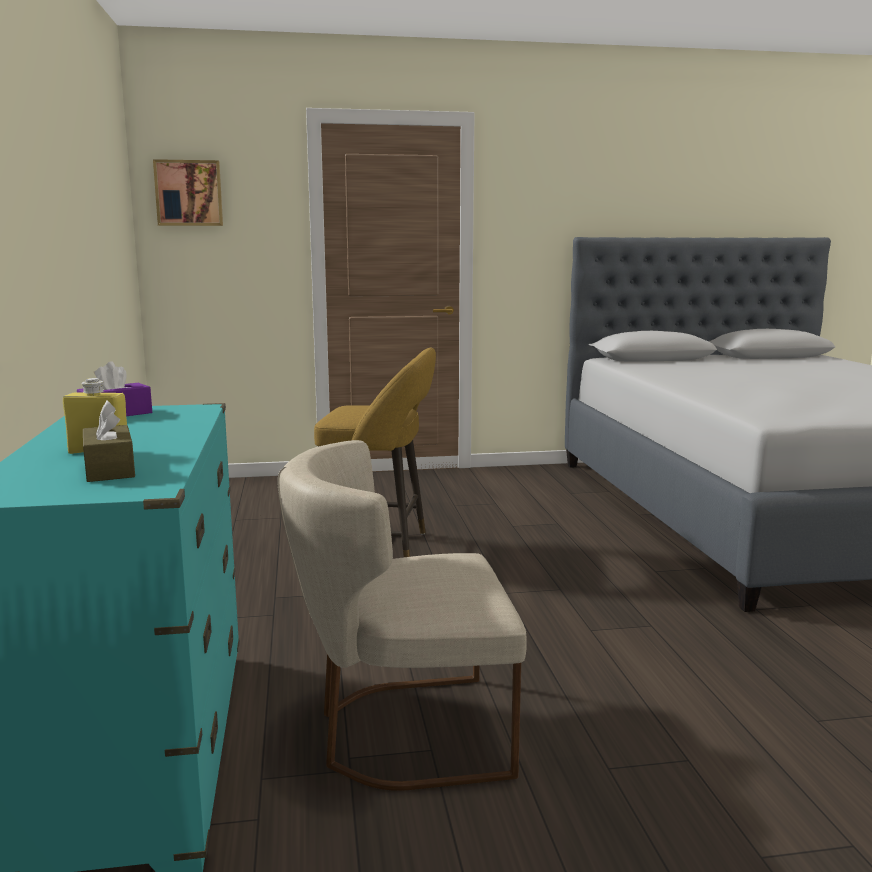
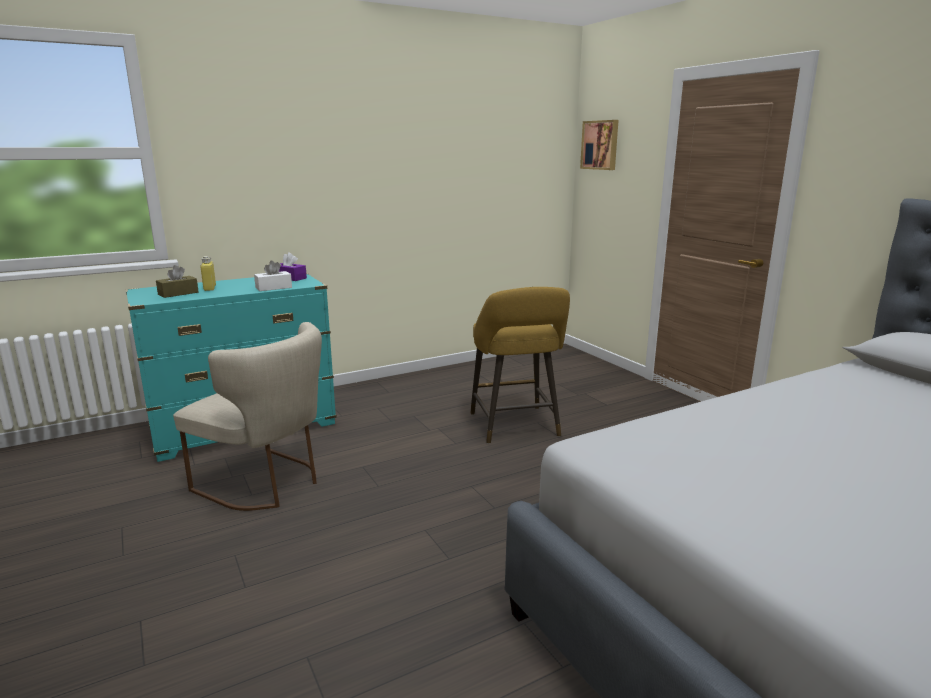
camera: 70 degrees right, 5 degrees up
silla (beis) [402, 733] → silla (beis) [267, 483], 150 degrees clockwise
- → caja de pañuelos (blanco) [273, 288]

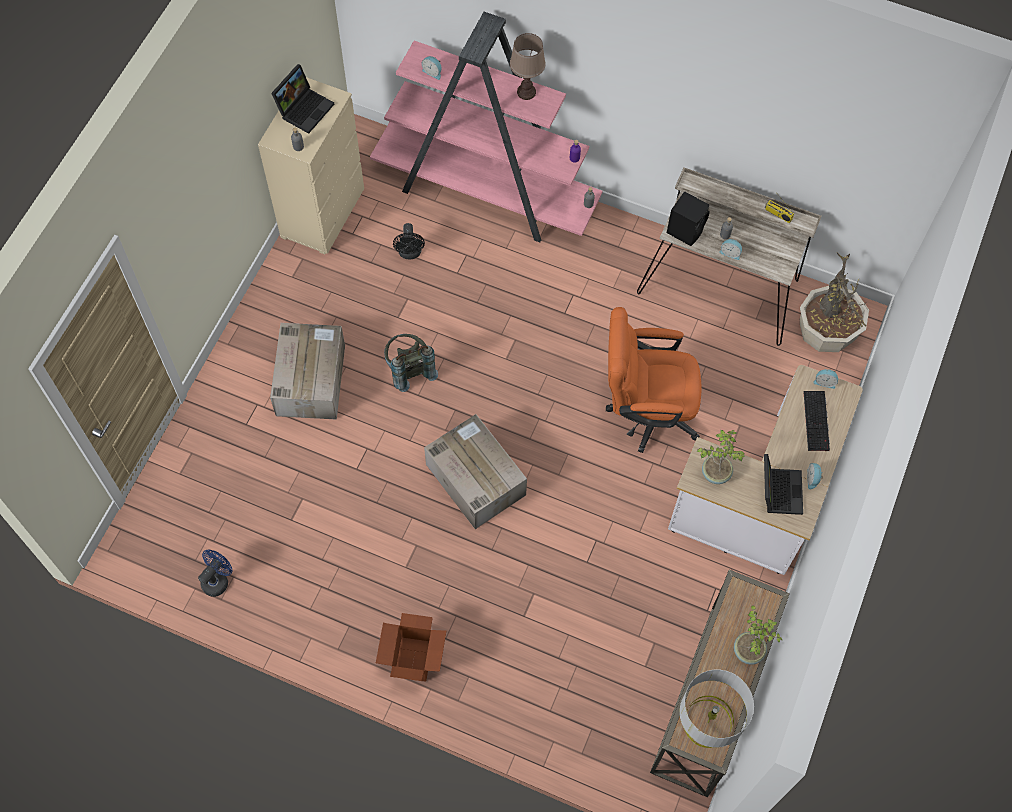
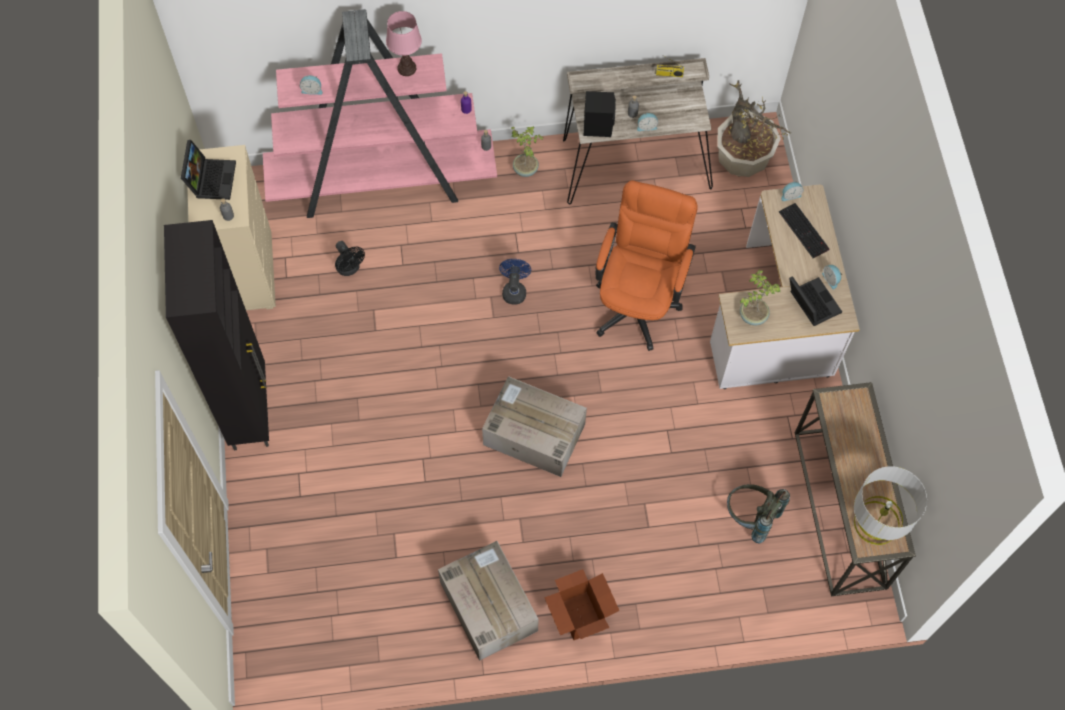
camera: 30 degrees left, 0 degrees up
lámpara de mesa (marrón) [526, 92] → lámpara de mesa (rosa) [406, 68]
silla de oficina (naranja) [645, 411] → silla de oficina (naranja) [638, 300], 135 degrees clockwise
caja de cartón [310, 379] → caja de cartón [487, 605], moved
mochila (gris) [409, 369] → mochila (gris) [750, 518], moved
ventilador (azul) [217, 580] → ventilador (azul) [514, 290], moved
planta en maceta [749, 650] → planta en maceta [526, 169], moved
- → armario (negro) [250, 409]

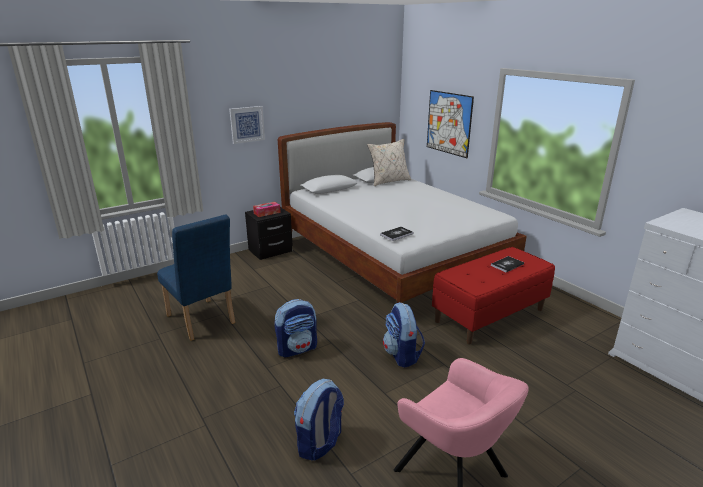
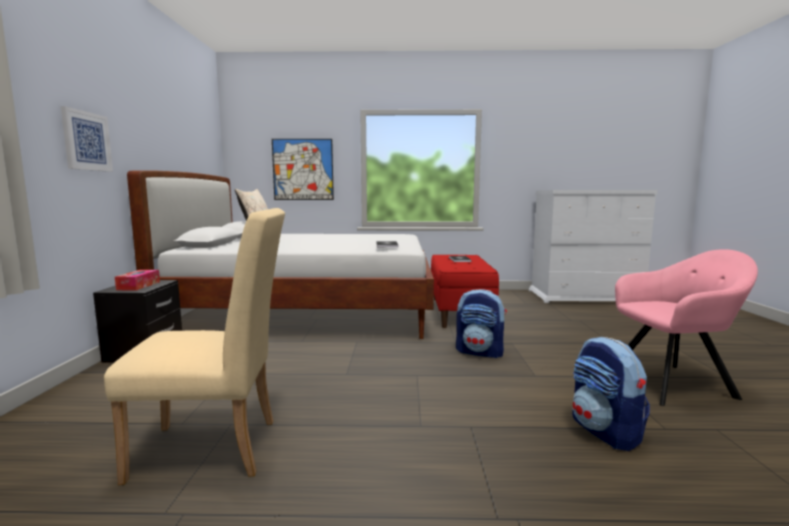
camera: 55 degrees left, 15 degrees down
silla (azul) [202, 322] → silla (beis) [217, 449]
mochila [297, 348] → -

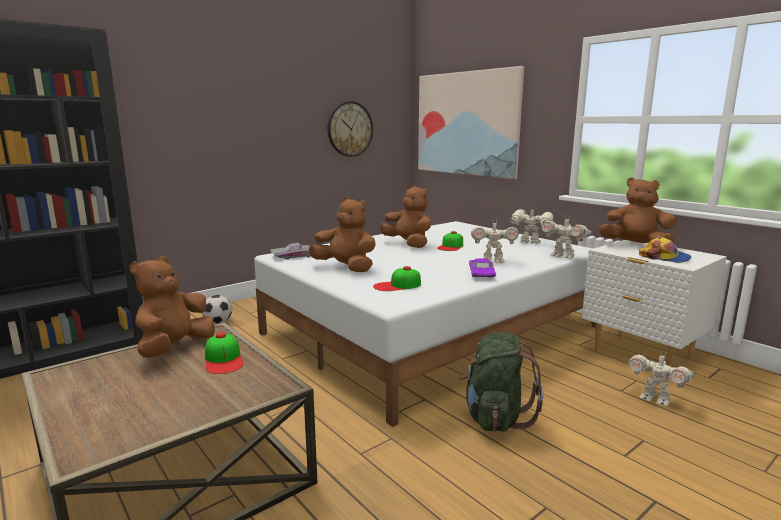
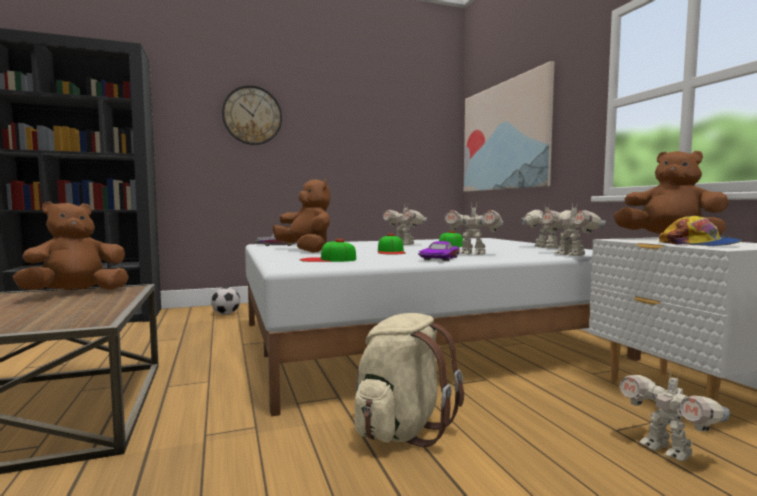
camera: 20 degrees right, 10 degrees down
reloj de pared [350, 129] → reloj de pared [252, 115], moved
peluche (marrón) [408, 244] → robot de juguete [404, 244]
mochila (verde) [495, 417] → mochila (beis) [401, 429]
gorra [224, 359] → gorra [391, 252], moved

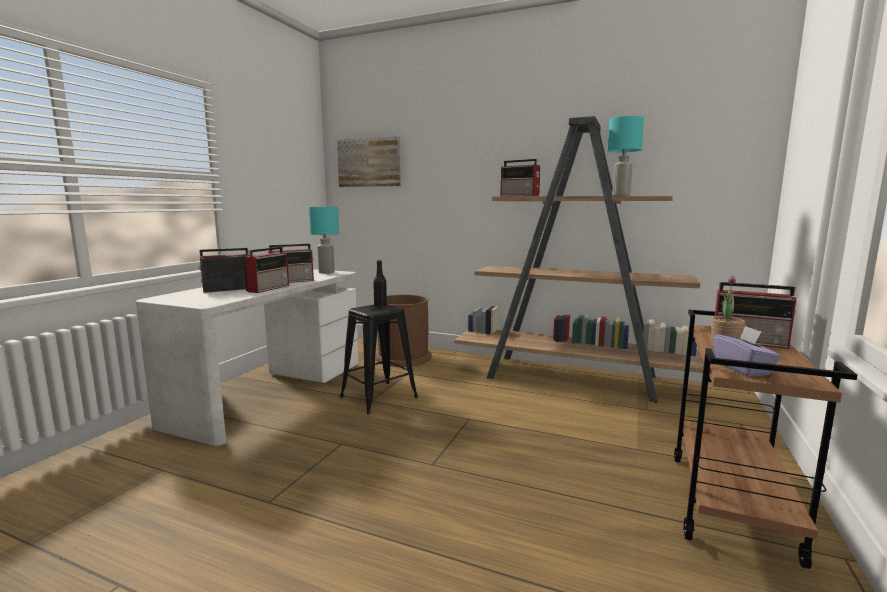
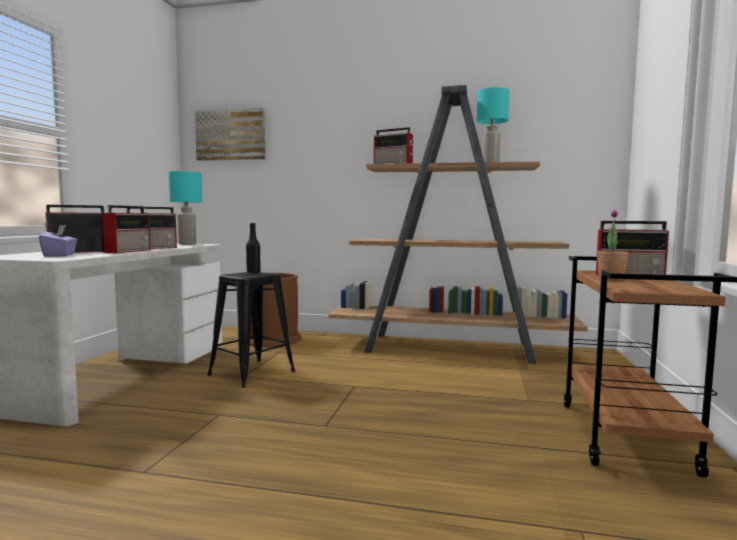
camera: 10 degrees left, 5 degrees down
caja de pañuelos (morado) [742, 368] → caja de pañuelos (morado) [60, 255], moved

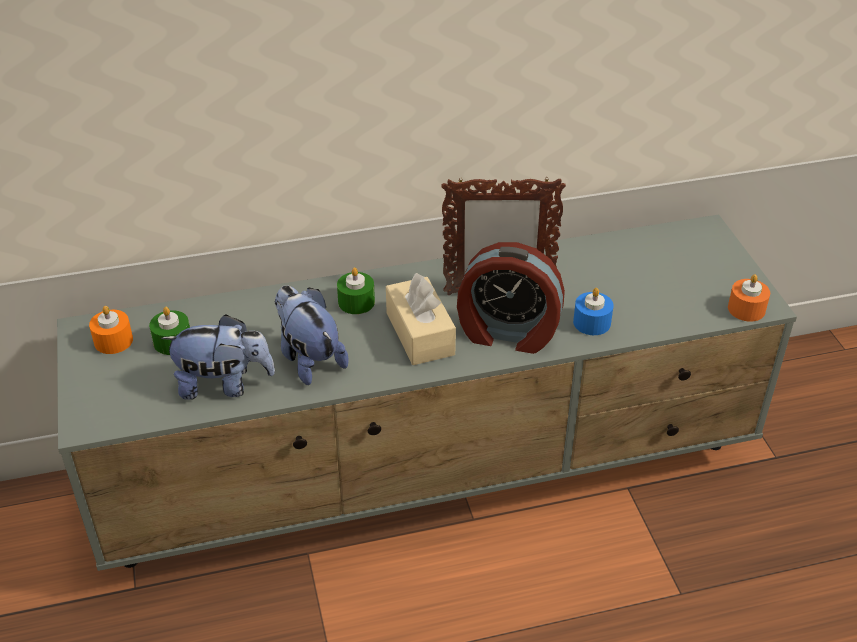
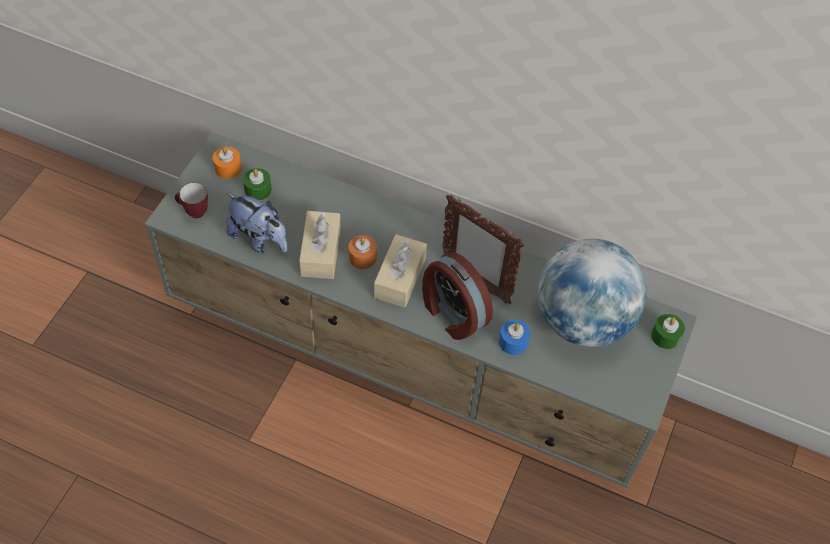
camera: 35 degrees right, 15 degrees up
vela (verde) [356, 302] → vela (verde) [665, 336], moved
vela (naranja) [746, 309] → vela (naranja) [362, 257], moved
peluche [309, 358] → caja de pañuelos (beis) [320, 252]
- → taza grande [193, 212]
- → globo terráqueo [582, 320]

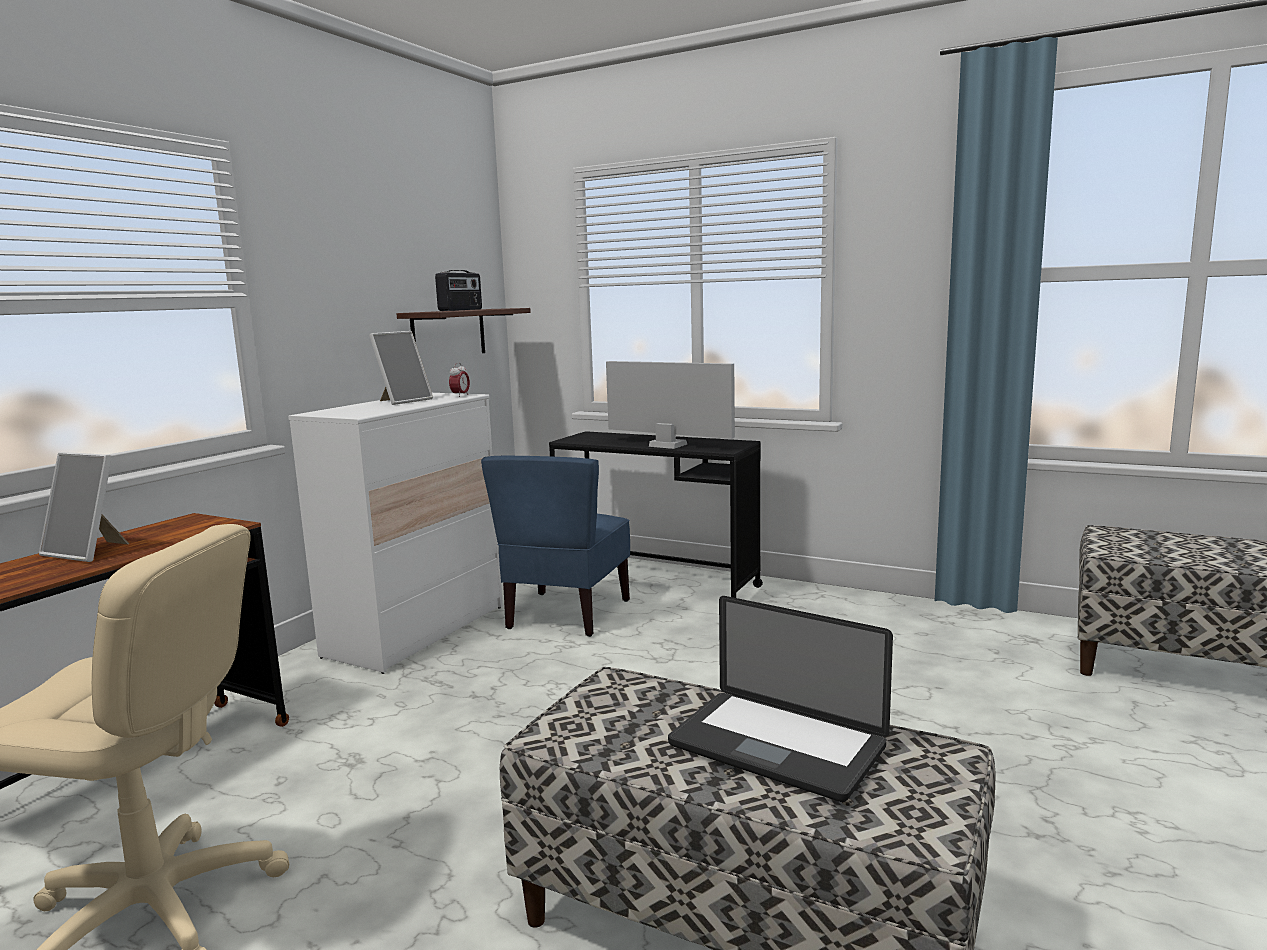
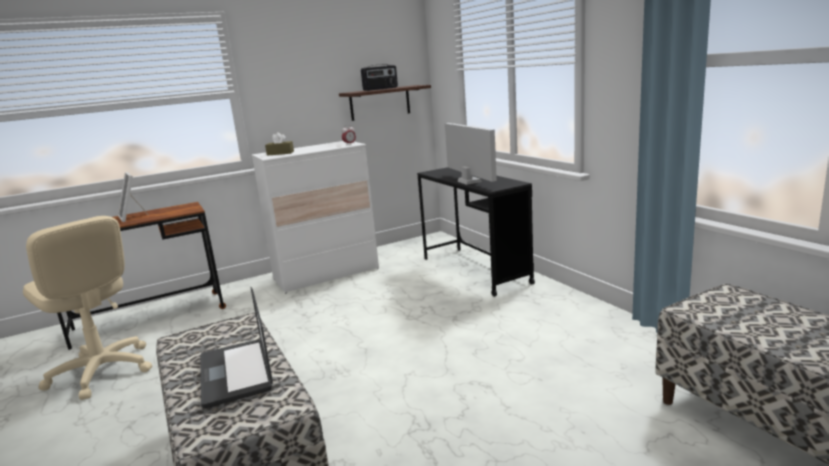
camera: 35 degrees right, 5 degrees up
portarretratos [403, 401] → -
silla (azul) [567, 614] → -
- → caja de pañuelos (marrón) [280, 153]

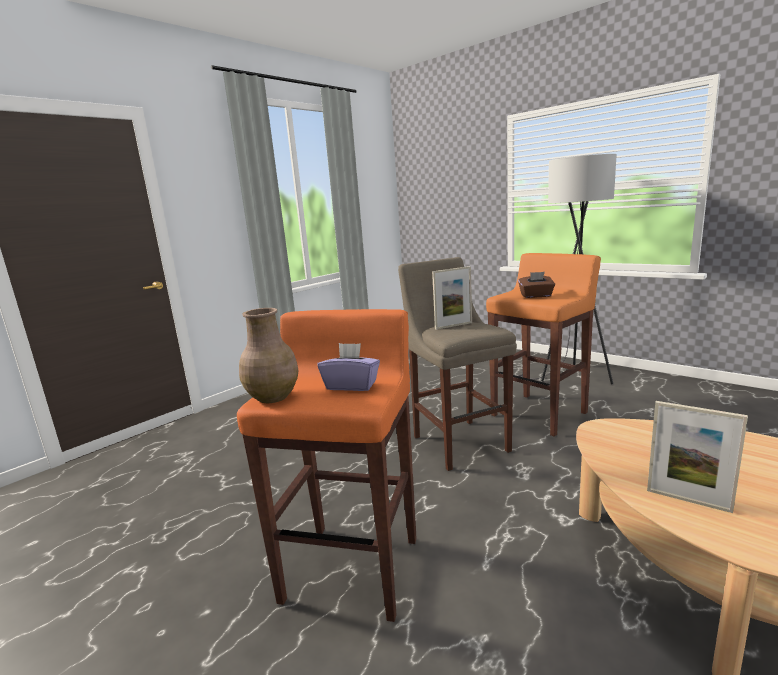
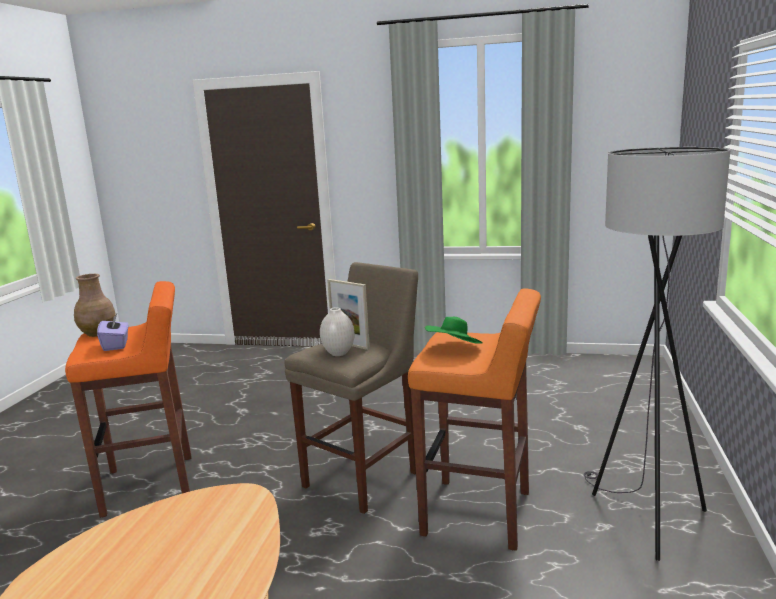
camera: 60 degrees right, 0 degrees up
caja de pañuelos (marrón) [536, 296] → sombrero (verde) [454, 349]
portarretratos [688, 500] → -
- → florero (blanco) [339, 353]

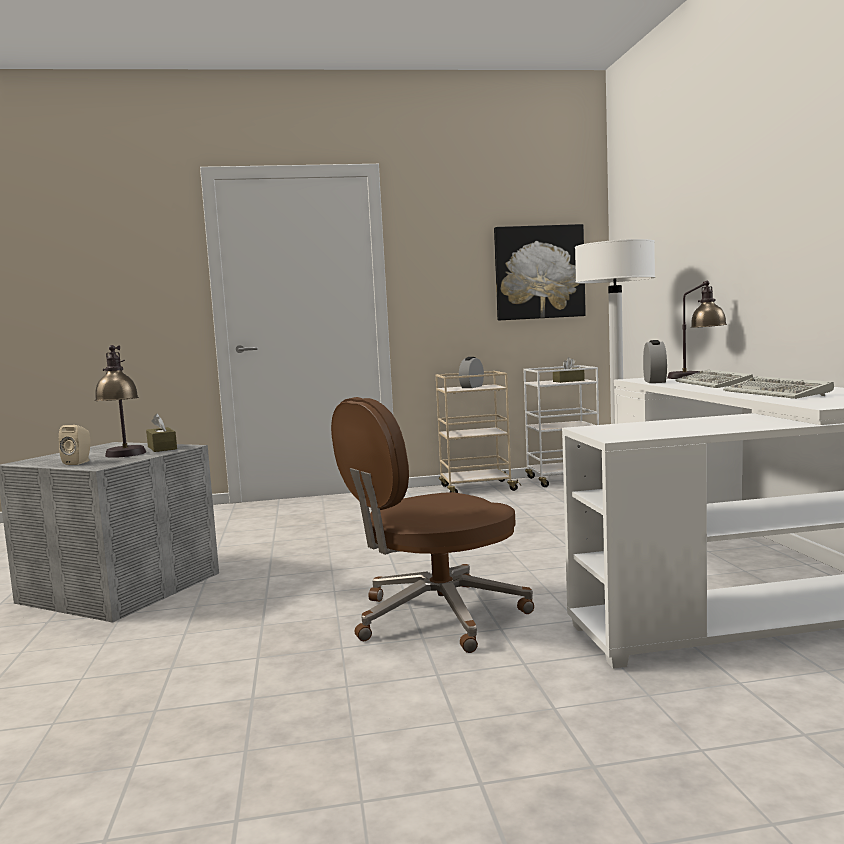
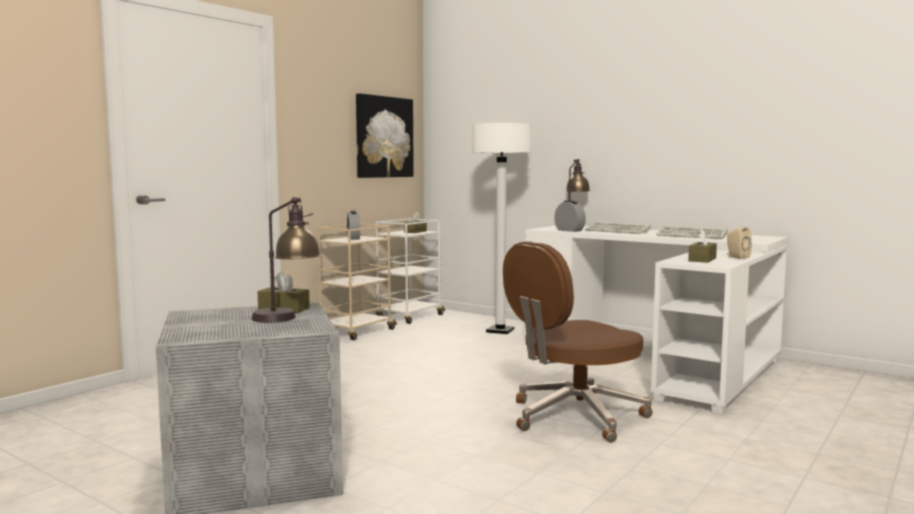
camera: 45 degrees left, 0 degrees up
silla de oficina (marrón) [436, 617] → silla de oficina (marrón) [574, 417], 45 degrees clockwise
altavoz (beis) [79, 462] → altavoz (beis) [736, 257], moved
- → caja de pañuelos (marrón) [702, 260]

